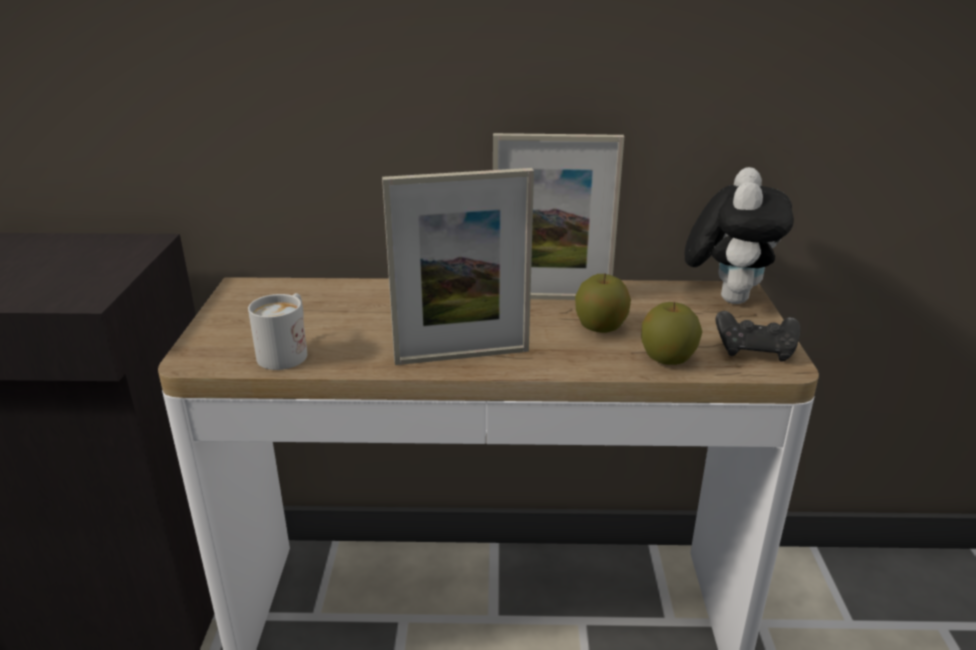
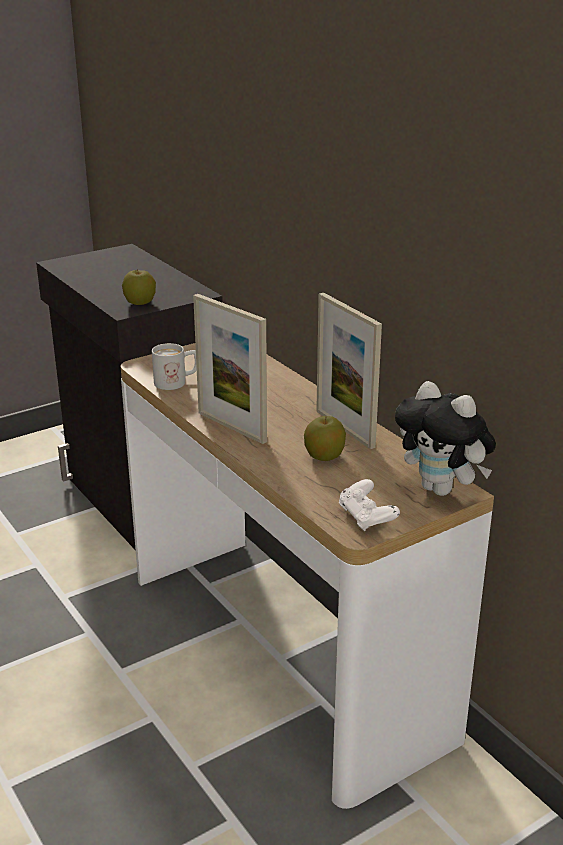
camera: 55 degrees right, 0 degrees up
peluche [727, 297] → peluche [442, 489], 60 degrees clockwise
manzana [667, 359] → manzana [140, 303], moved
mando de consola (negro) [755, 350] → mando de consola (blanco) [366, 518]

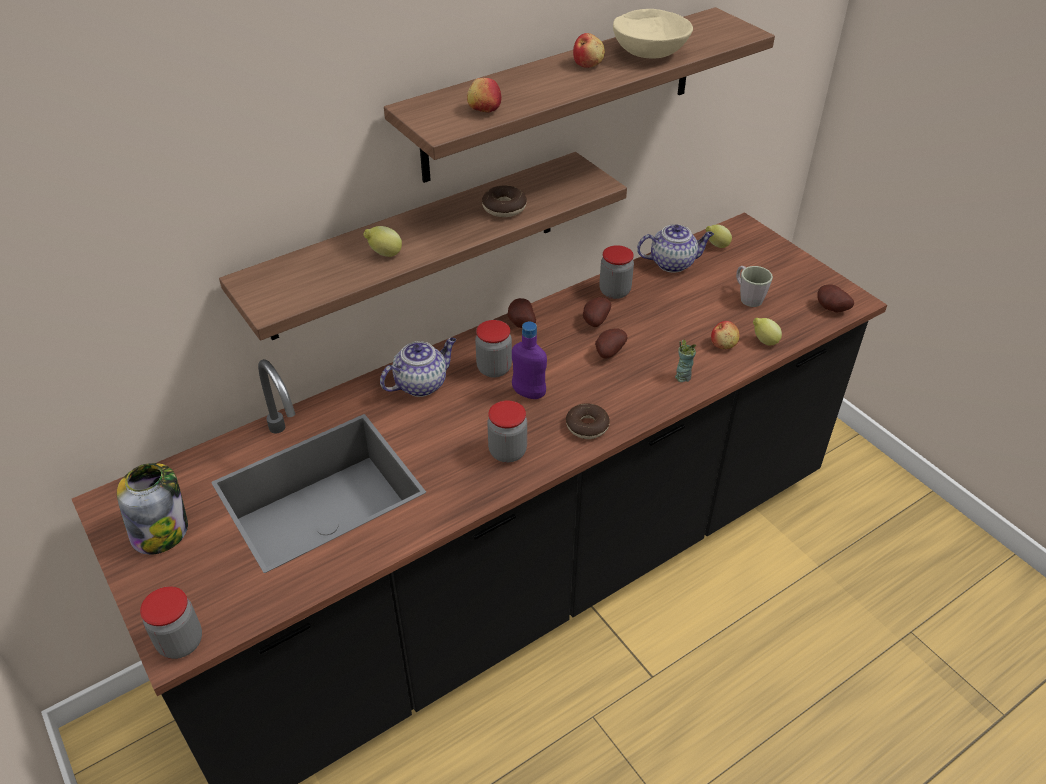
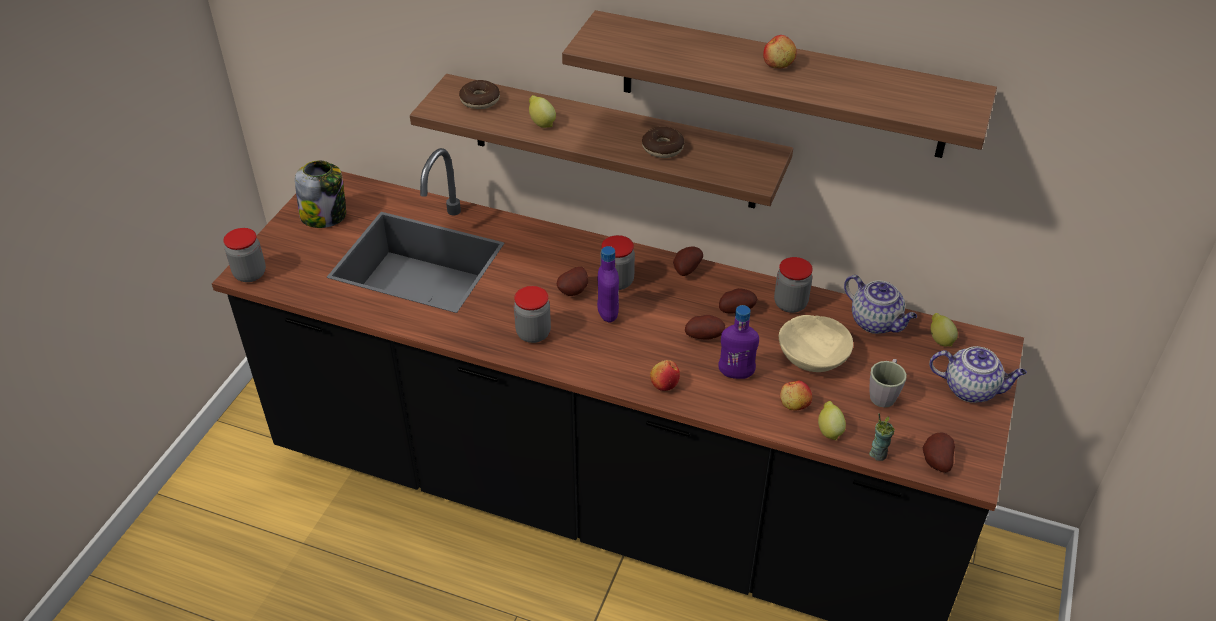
camera: 55 degrees right, 0 degrees up
cuenco (beis) [649, 53] → cuenco (beis) [811, 358], moved
manzana [484, 110] → manzana [664, 384], moved
tetera [421, 383] → tetera [971, 389], moved
taza [682, 376] → taza [878, 453], moved
rosquilla [587, 426] → rosquilla [480, 100], moved
- → patata [574, 291]
- → botella (morado) [736, 373]

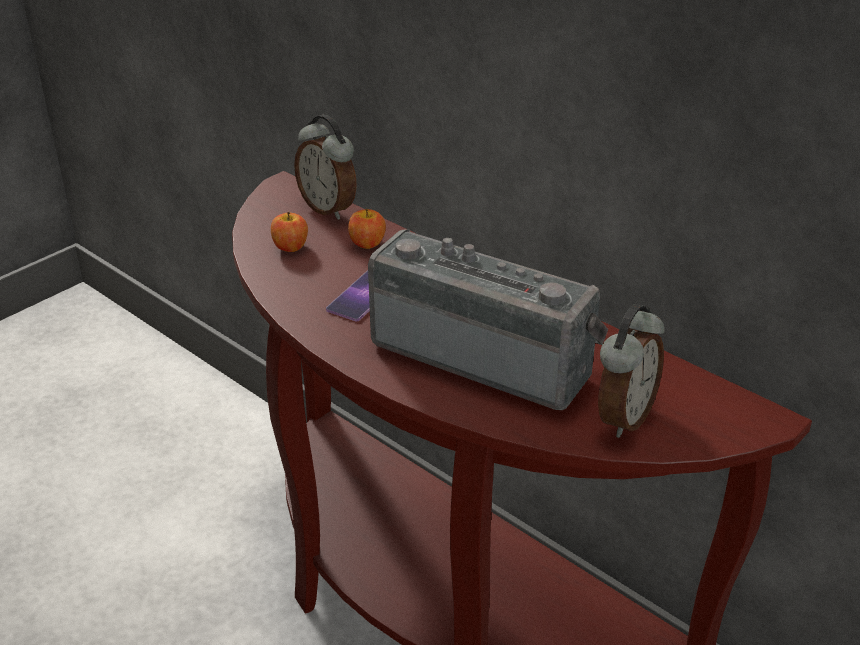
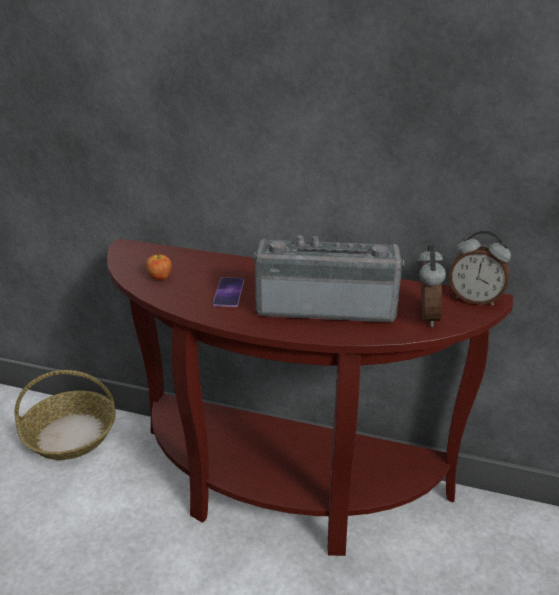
camera: 25 degrees left, 5 degrees down
despertador [329, 208] → despertador [474, 299], moved
manzana [367, 243] → -
- → cesta [71, 434]

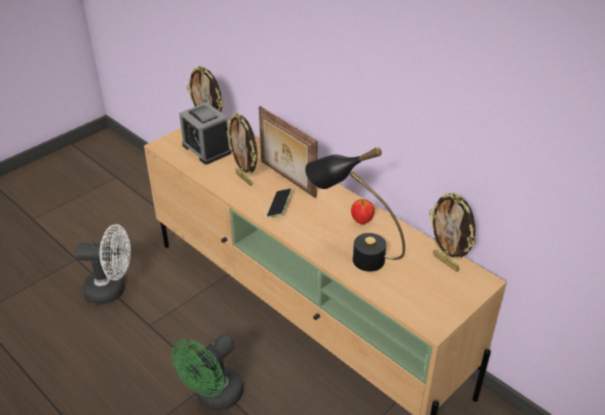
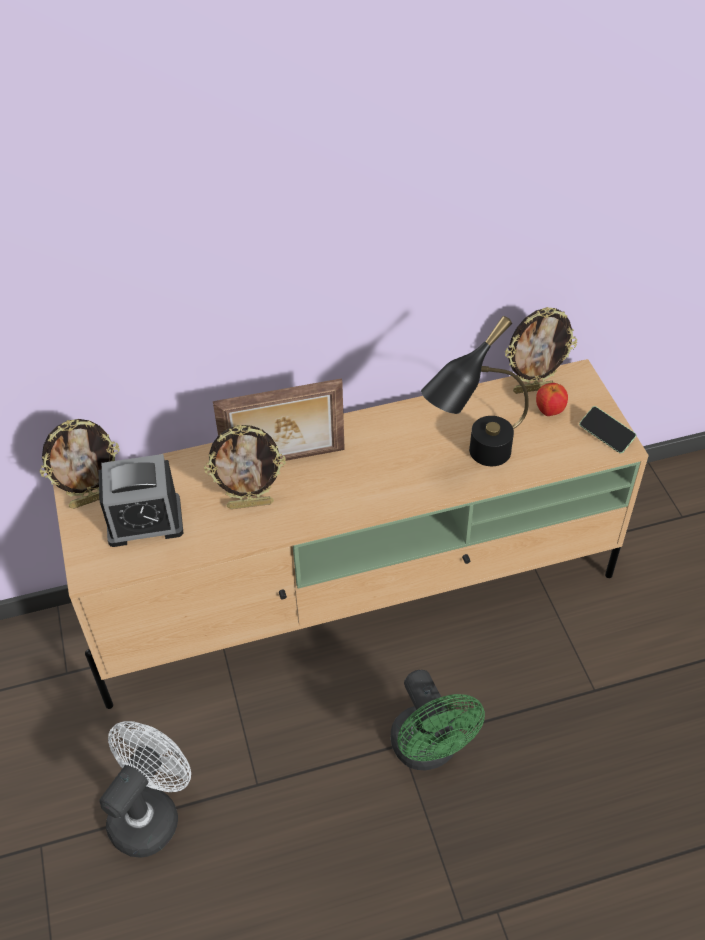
camera: 60 degrees left, 10 degrees up
móvil [279, 207] → móvil [606, 435], moved
manzana [362, 221] → manzana [549, 411], moved

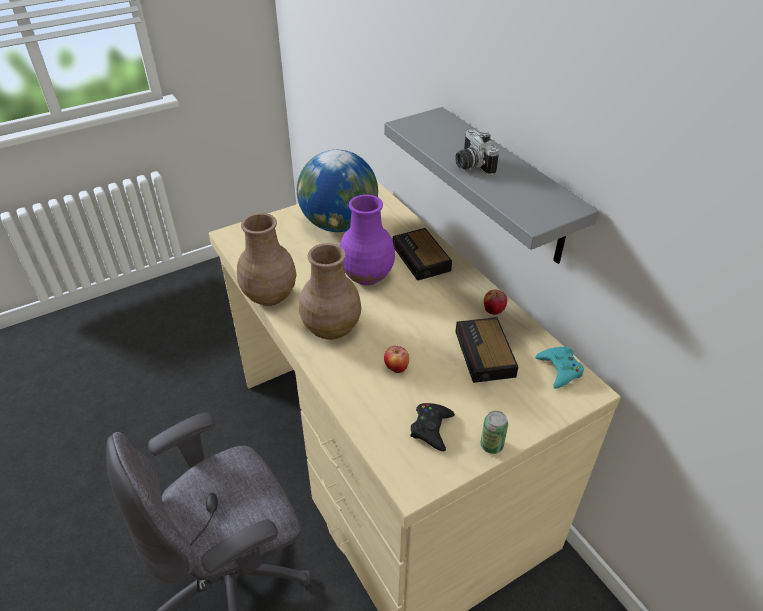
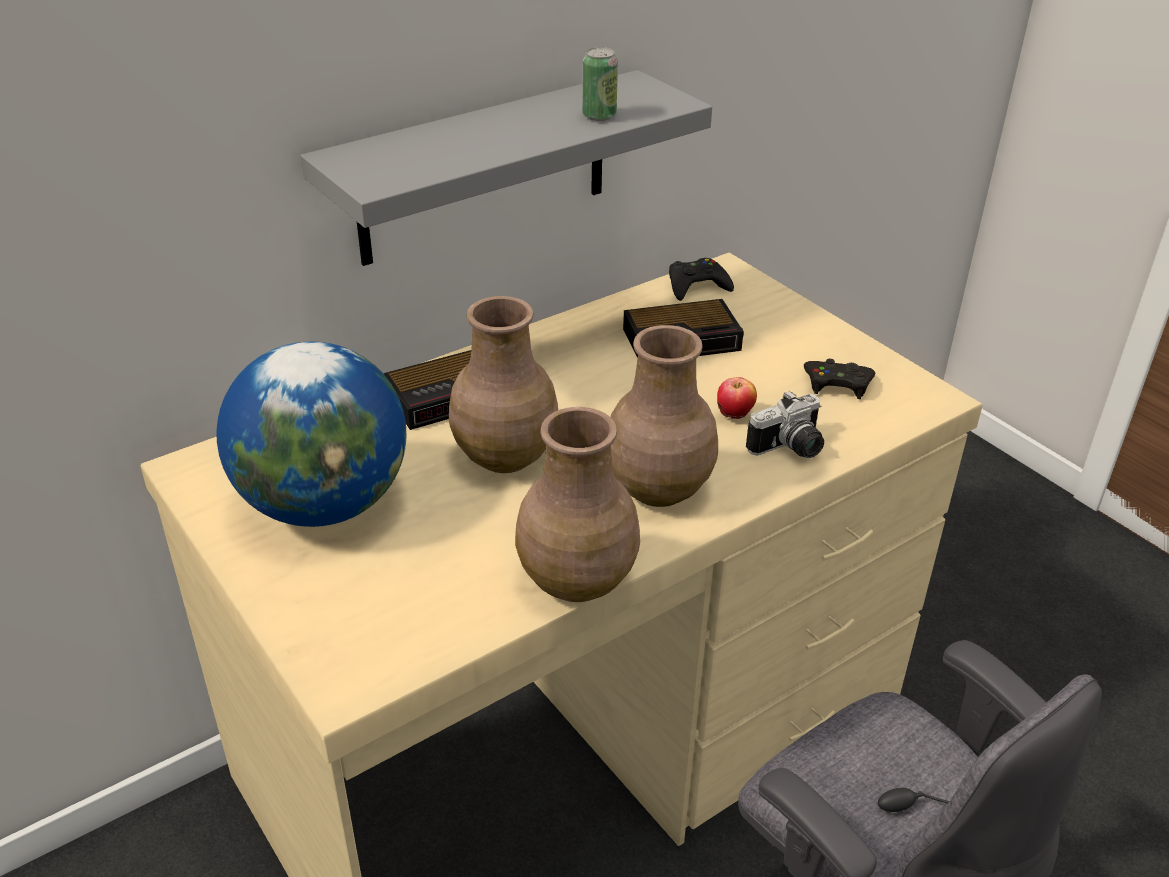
camera: 95 degrees left, 5 degrees down
cámara [471, 165] → cámara [790, 449], moved
florero (morado) [367, 276] → florero (marrón) [506, 455]
manzana [493, 311] → -
mando de consola (turquesa) [559, 369] → mando de consola (negro) [696, 286]
lata [491, 445] → lata [599, 116], moved

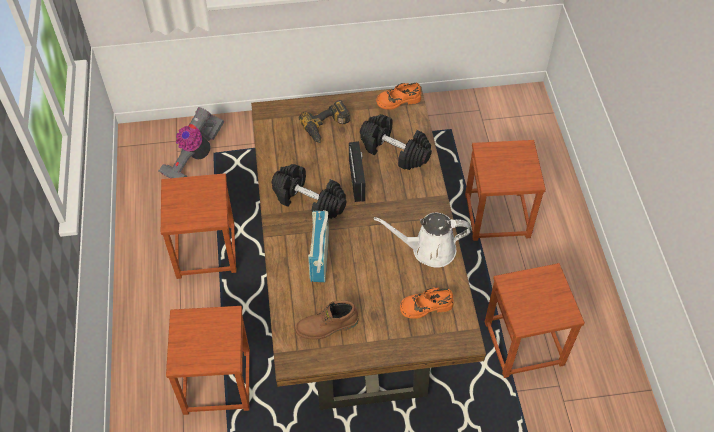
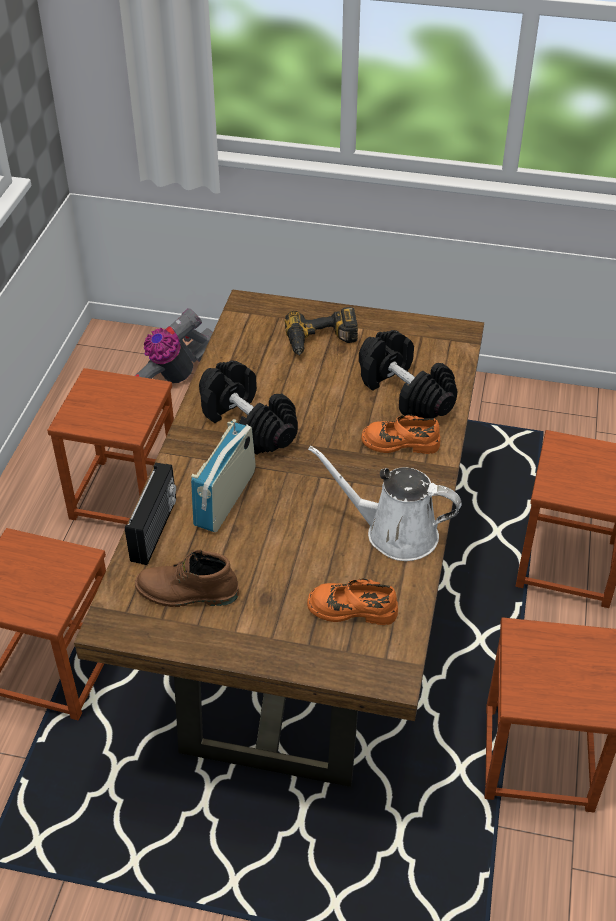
camera: 20 degrees right, 10 degrees down
zapato (naranja) [398, 100] → zapato (naranja) [400, 442], moved
radio [358, 180] → radio [155, 530], moved

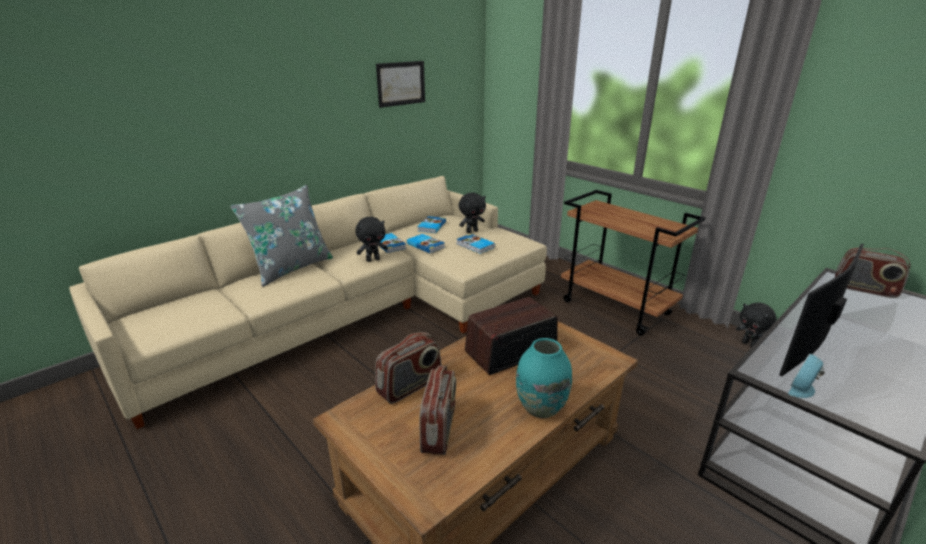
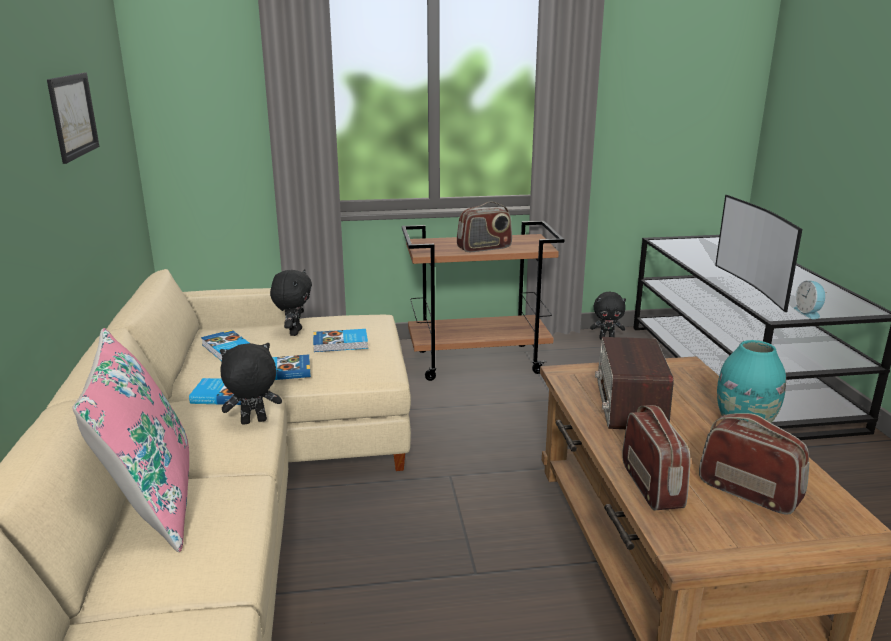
camera: 55 degrees left, 5 degrees down
cojín (gris) [291, 268] → cojín (rosa) [151, 503]
peluche (negro) [373, 260] → peluche (negro) [253, 422], 120 degrees counterclockwise
radio [864, 289] → radio [484, 248], moved

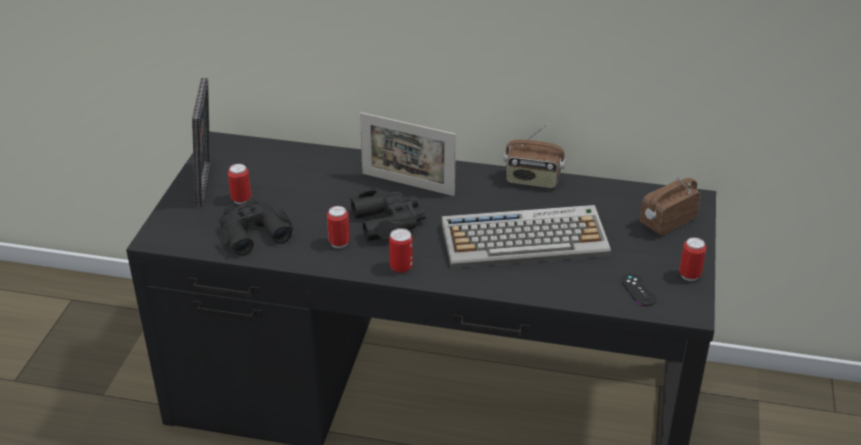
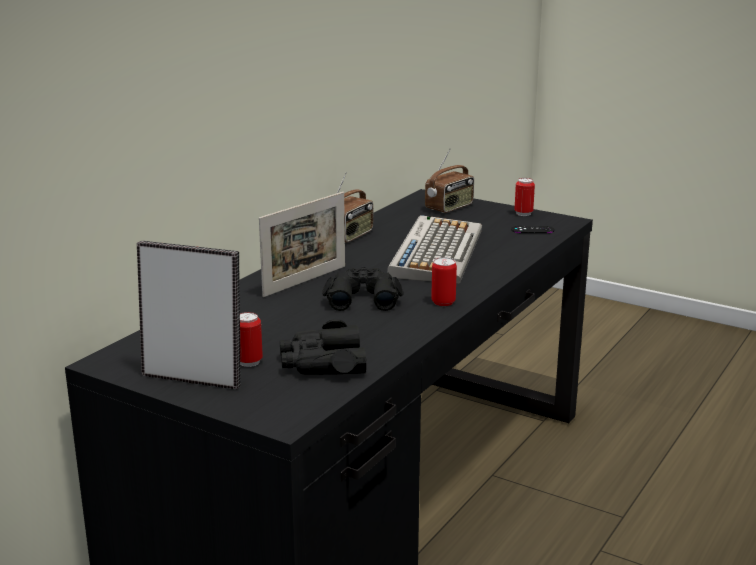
camera: 70 degrees left, 15 degrees down
radio [666, 222] → radio [450, 207], 120 degrees counterclockwise
lata [339, 243] → -

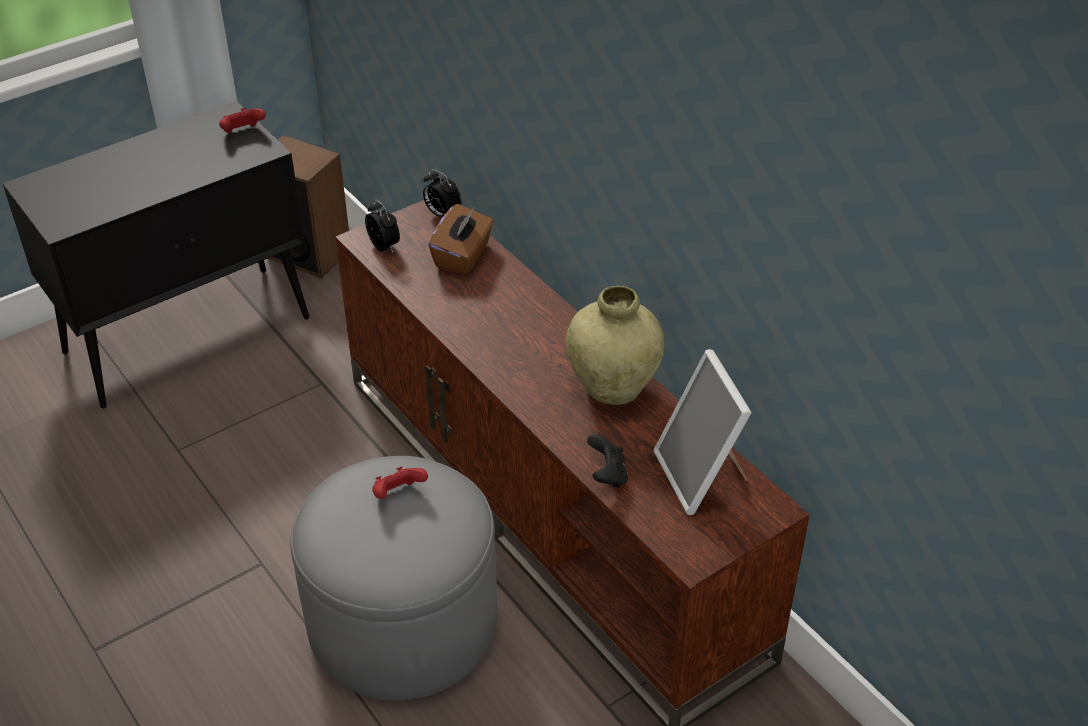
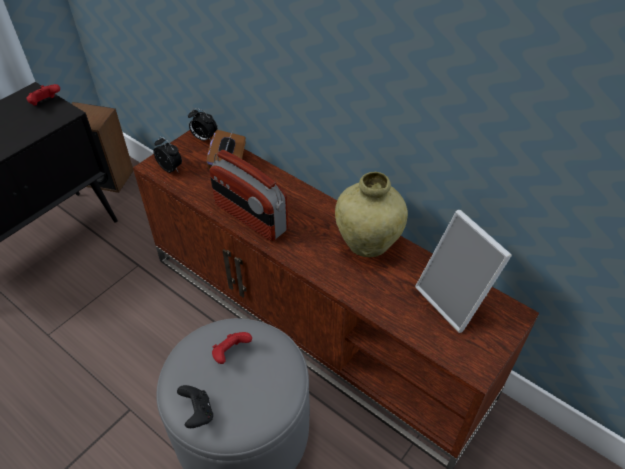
camera: 15 degrees left, 5 degrees up
mando de consola (negro) [607, 475] → mando de consola (negro) [198, 413], moved
- → radio [250, 217]

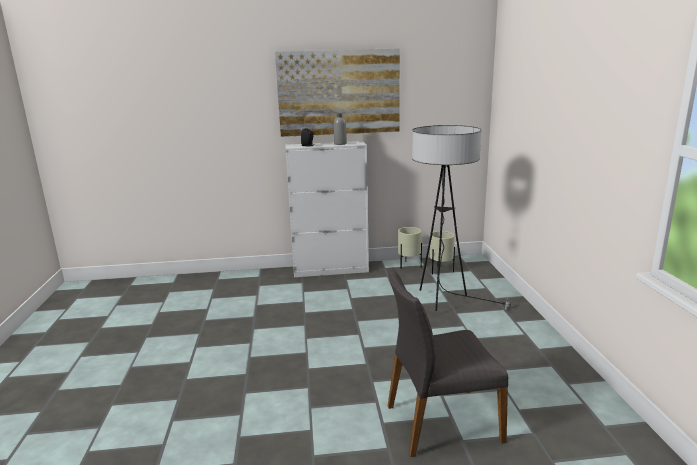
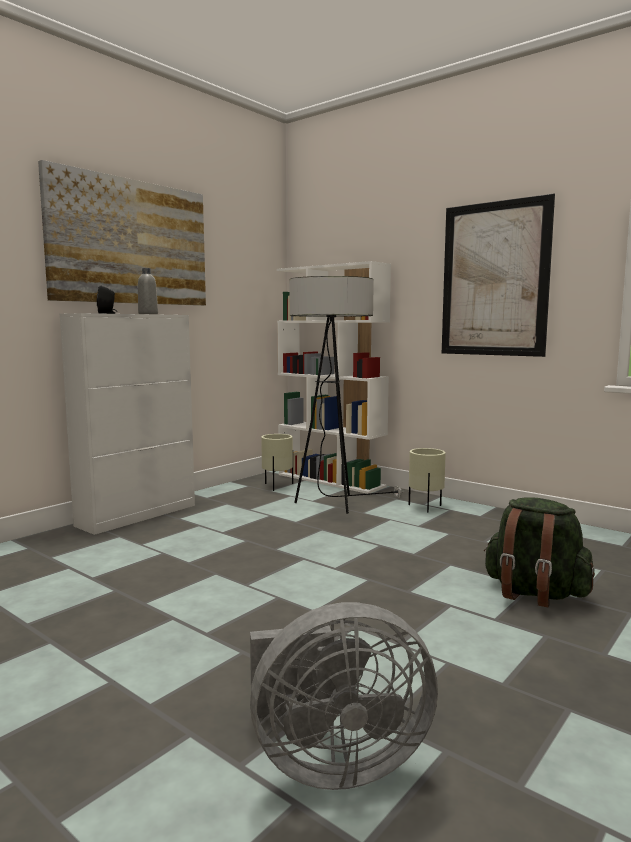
camera: 45 degrees left, 10 degrees down
maceta (beis) [409, 266] → maceta (beis) [426, 508], moved
silla (gris) [441, 422] → mochila (verde) [534, 594]
- → cuadro [494, 279]
- → estantería (blanco) [331, 480]
- → ventilador (gris) [332, 763]

